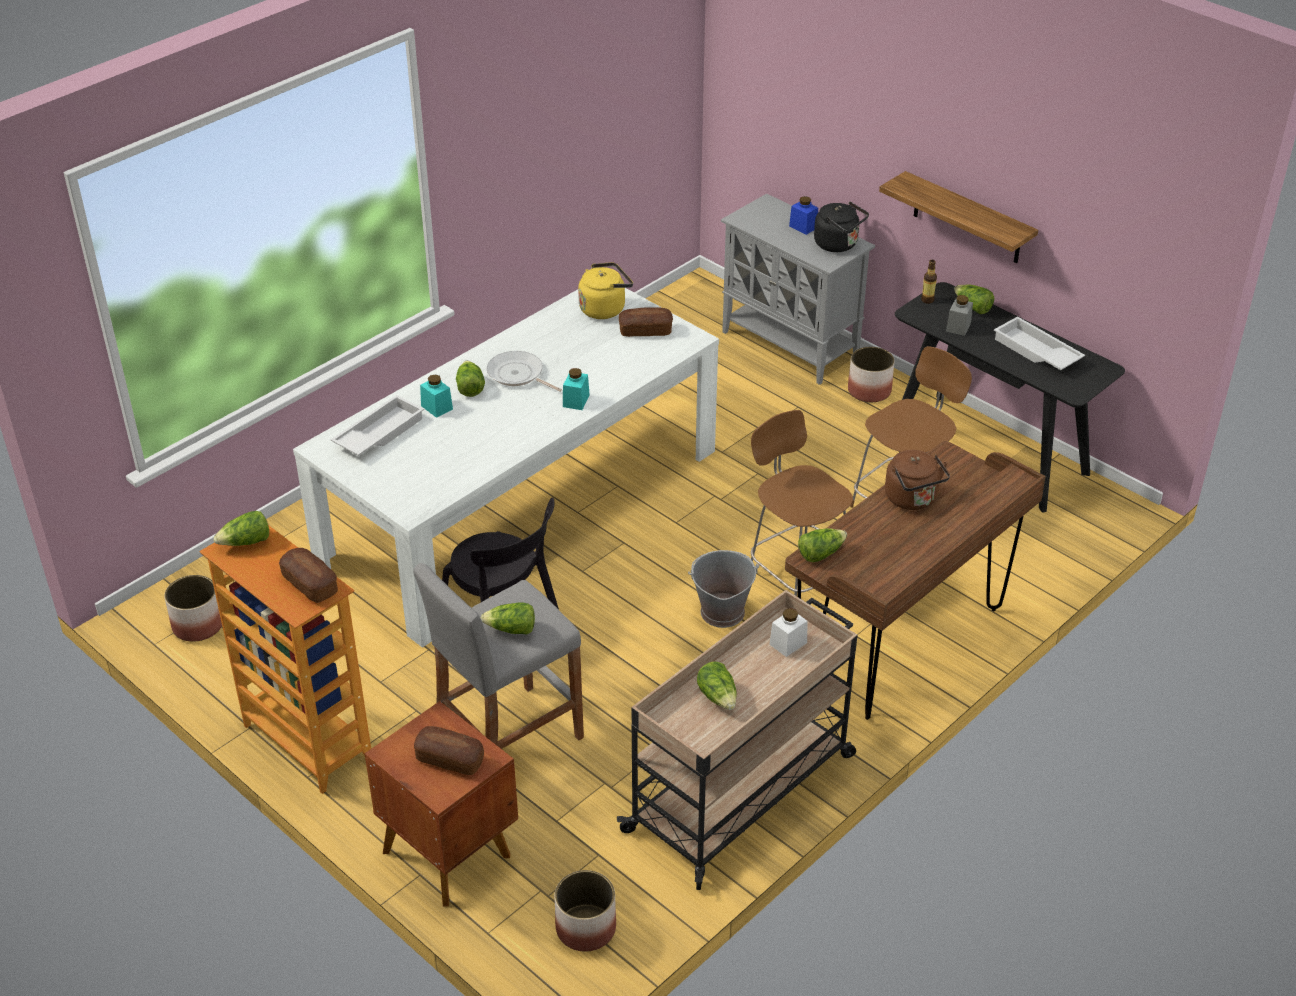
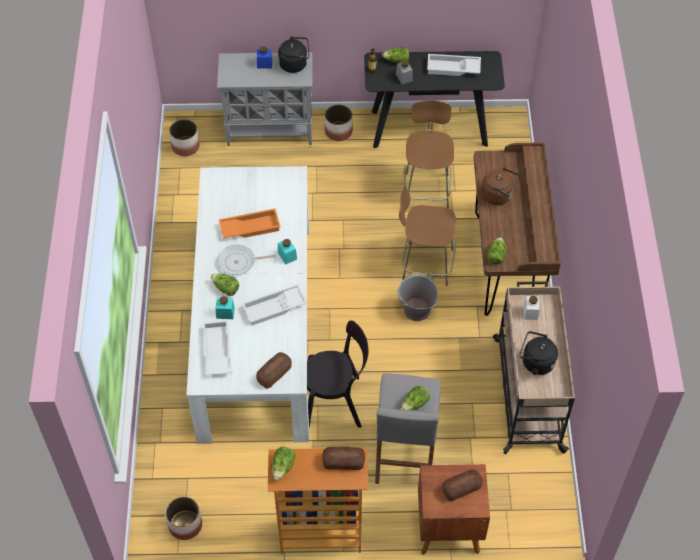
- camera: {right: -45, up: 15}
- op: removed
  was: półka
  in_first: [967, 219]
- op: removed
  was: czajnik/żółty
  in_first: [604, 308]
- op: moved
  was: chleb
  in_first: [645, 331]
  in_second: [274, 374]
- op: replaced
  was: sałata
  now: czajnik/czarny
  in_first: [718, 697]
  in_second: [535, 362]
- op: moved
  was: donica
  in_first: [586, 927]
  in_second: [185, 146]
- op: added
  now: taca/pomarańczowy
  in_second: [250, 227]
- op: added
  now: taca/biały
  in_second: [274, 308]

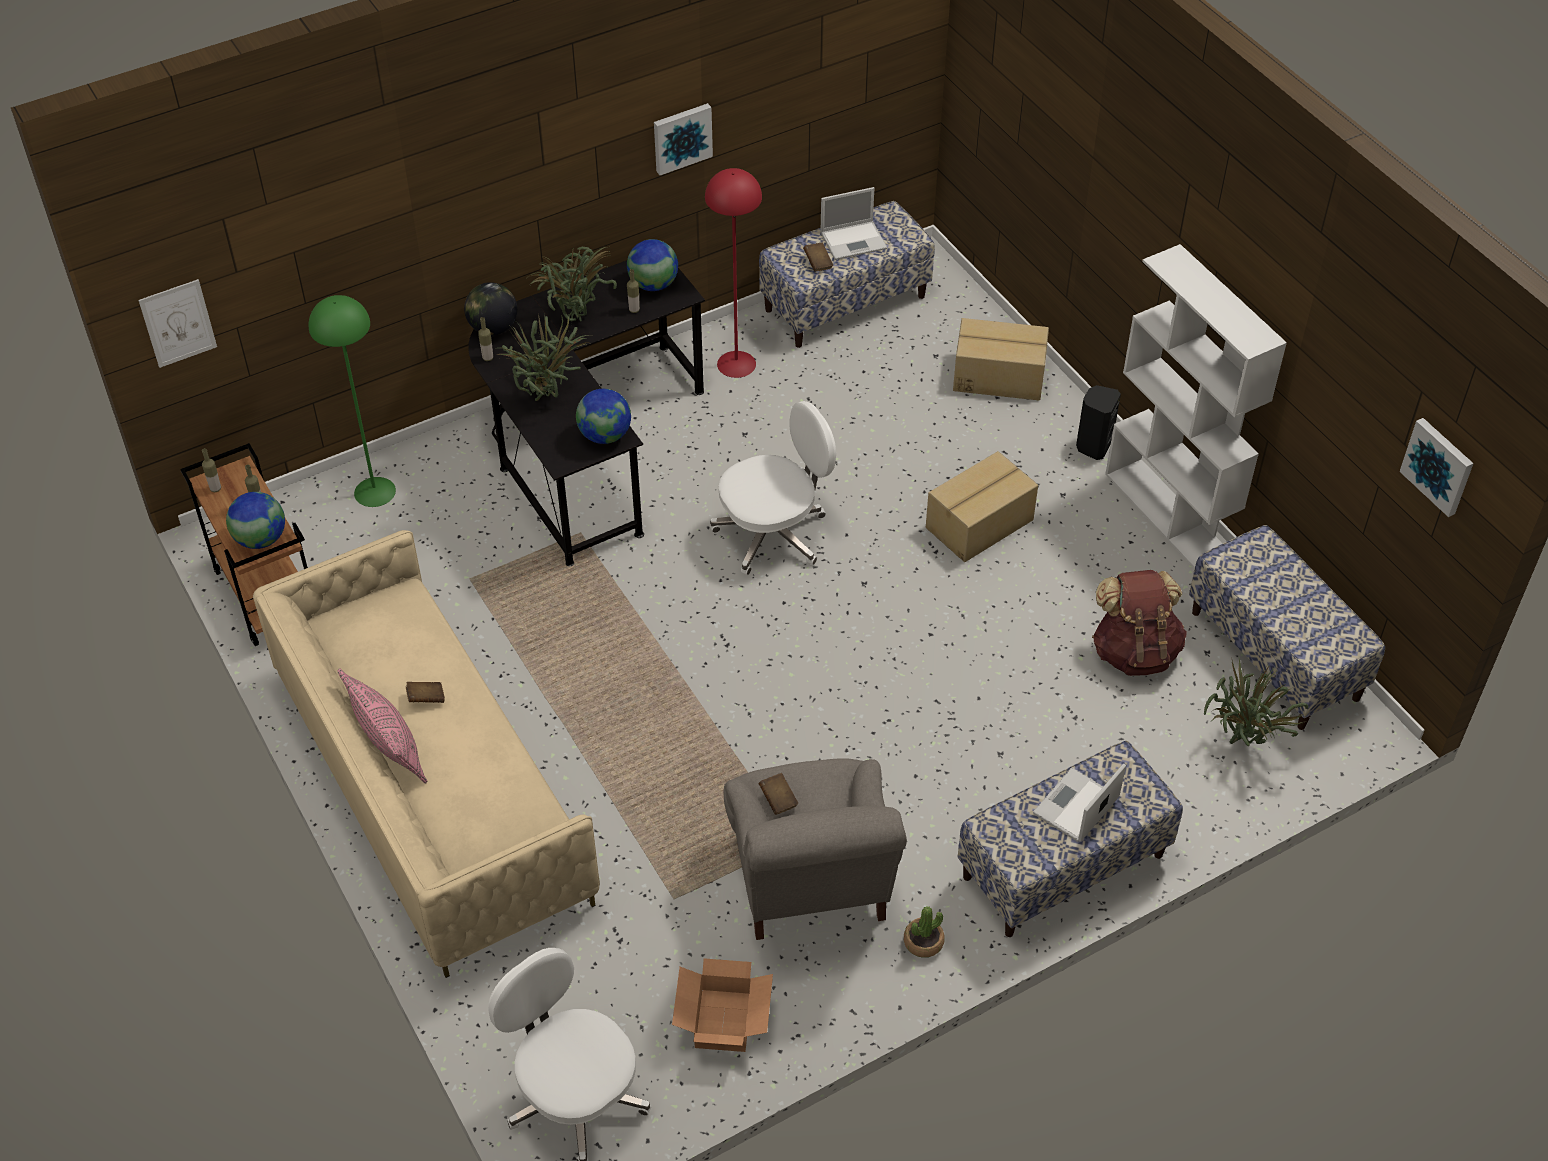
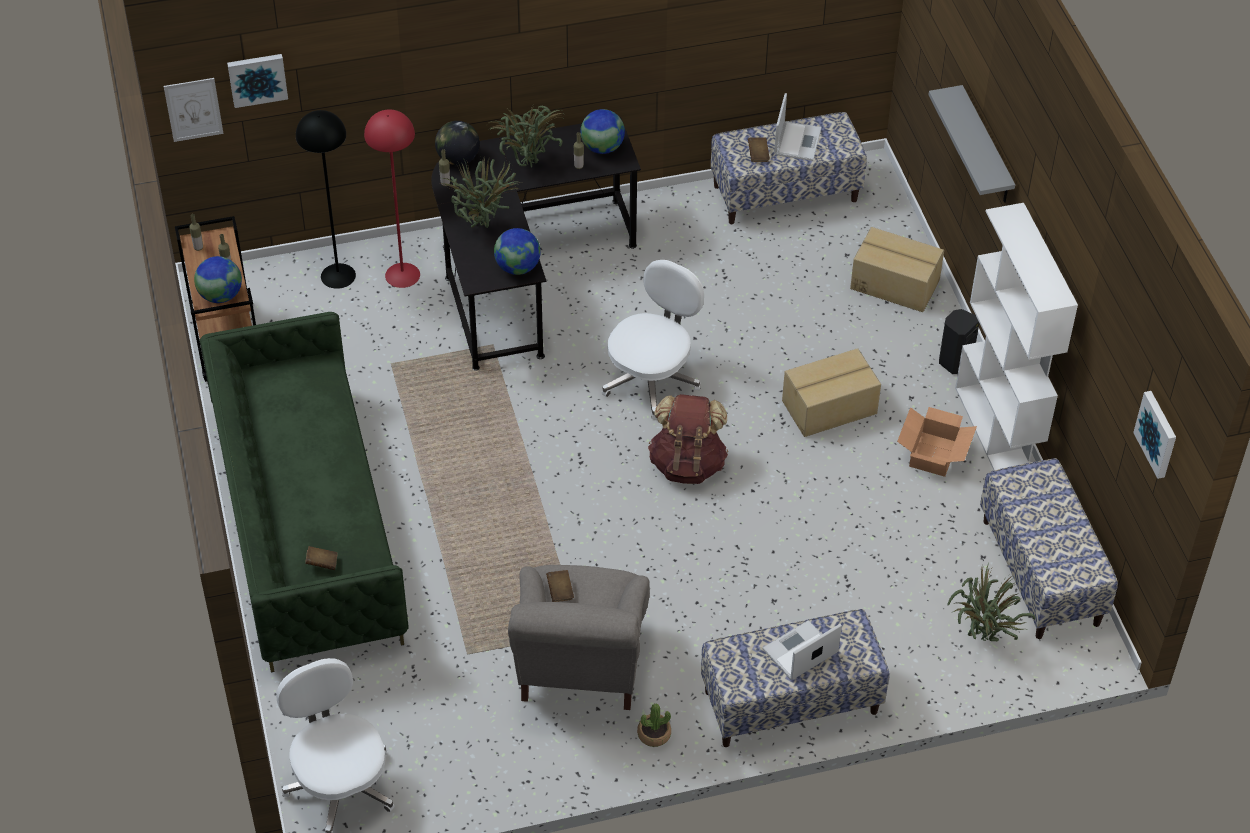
- camera: {right: 15, up: 0}
- op: moved
  was: obraz
  in_first: [681, 137]
  in_second: [257, 78]
- op: moved
  was: lampa stojąca/czerwony
  in_first: [736, 364]
  in_second: [402, 275]
- op: turned
  was: laptop
  in_first: [854, 240]
  in_second: [797, 140]
  clockwise: -75
- op: recoloured
  was: lampa stojąca/zielony
  now: lampa stojąca/czarny
  in_first: [375, 491]
  in_second: [338, 275]
- op: turned
  was: krzesło biurowe/biały
  in_first: [773, 533]
  in_second: [652, 379]
  clockwise: -45
- op: recoloured
  was: kanapa/beżowy
  now: kanapa/zielony
  in_first: [433, 788]
  in_second: [307, 525]
- op: moved
  was: plecak/brązowy
  in_first: [1134, 651]
  in_second: [687, 464]
- op: removed
  was: poduszka/różowy
  in_first: [388, 744]
- op: moved
  was: książka/brązowy
  in_first: [426, 698]
  in_second: [322, 563]
- op: moved
  was: karton
  in_first: [722, 1021]
  in_second: [932, 454]
- op: added
  now: półka/szary
  in_second: [986, 147]

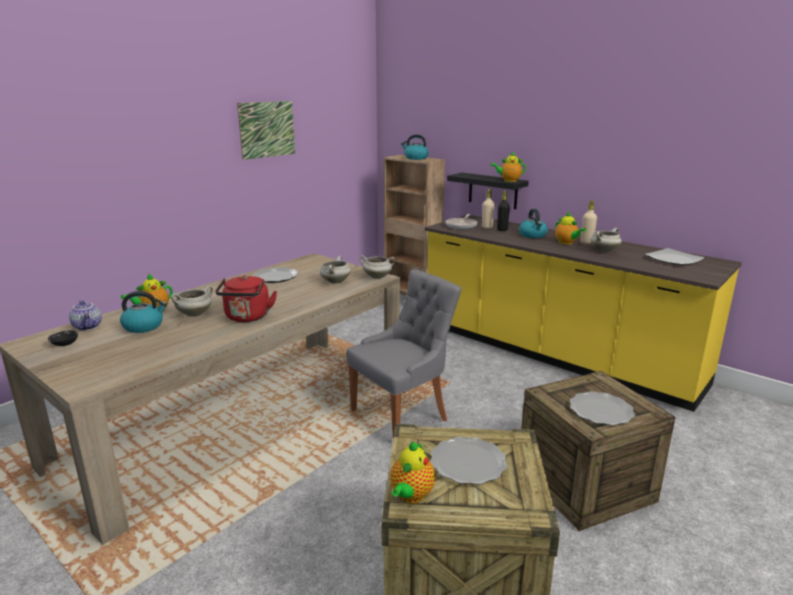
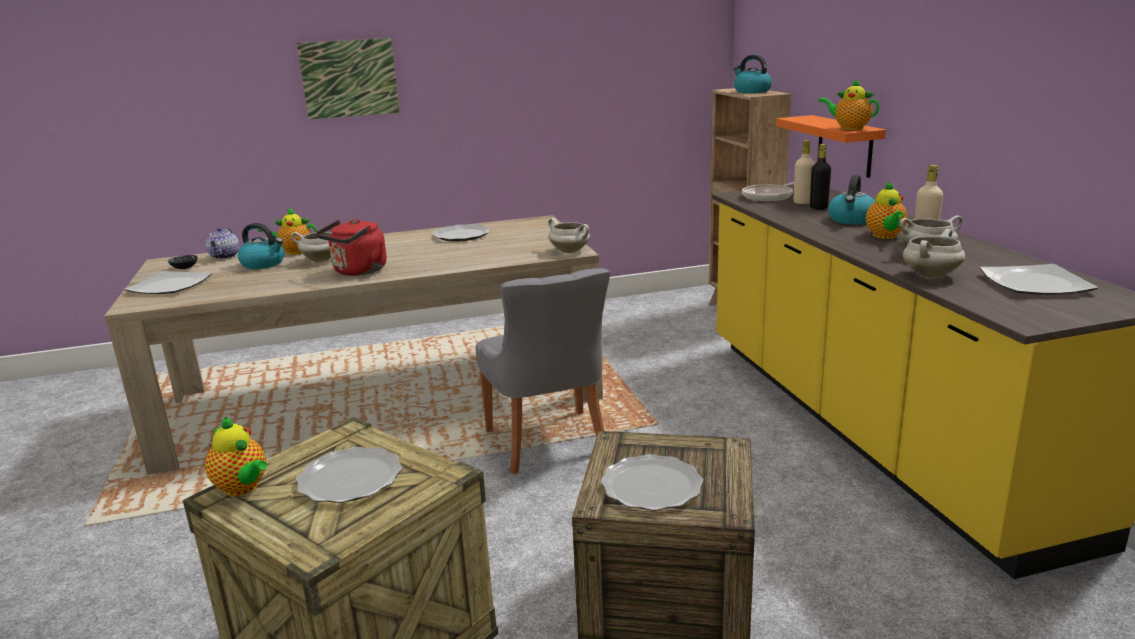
- camera: {right: 35, up: 0}
- op: moved
  was: obraz
  in_first: [267, 129]
  in_second: [349, 78]
- op: recoloured
  was: półka/czarny
  now: półka/pomarańczowy
  in_first: [493, 191]
  in_second: [845, 146]
- op: moved
  was: garnek/biały
  in_first: [335, 282]
  in_second: [930, 275]
- op: turned
  was: krzesło/szary
  in_first: [402, 414]
  in_second: [549, 444]
  clockwise: 75
- op: turned
  was: imbryk
  in_first: [411, 496]
  in_second: [243, 488]
  clockwise: -105
- op: added
  now: talerz
  in_second: [170, 286]

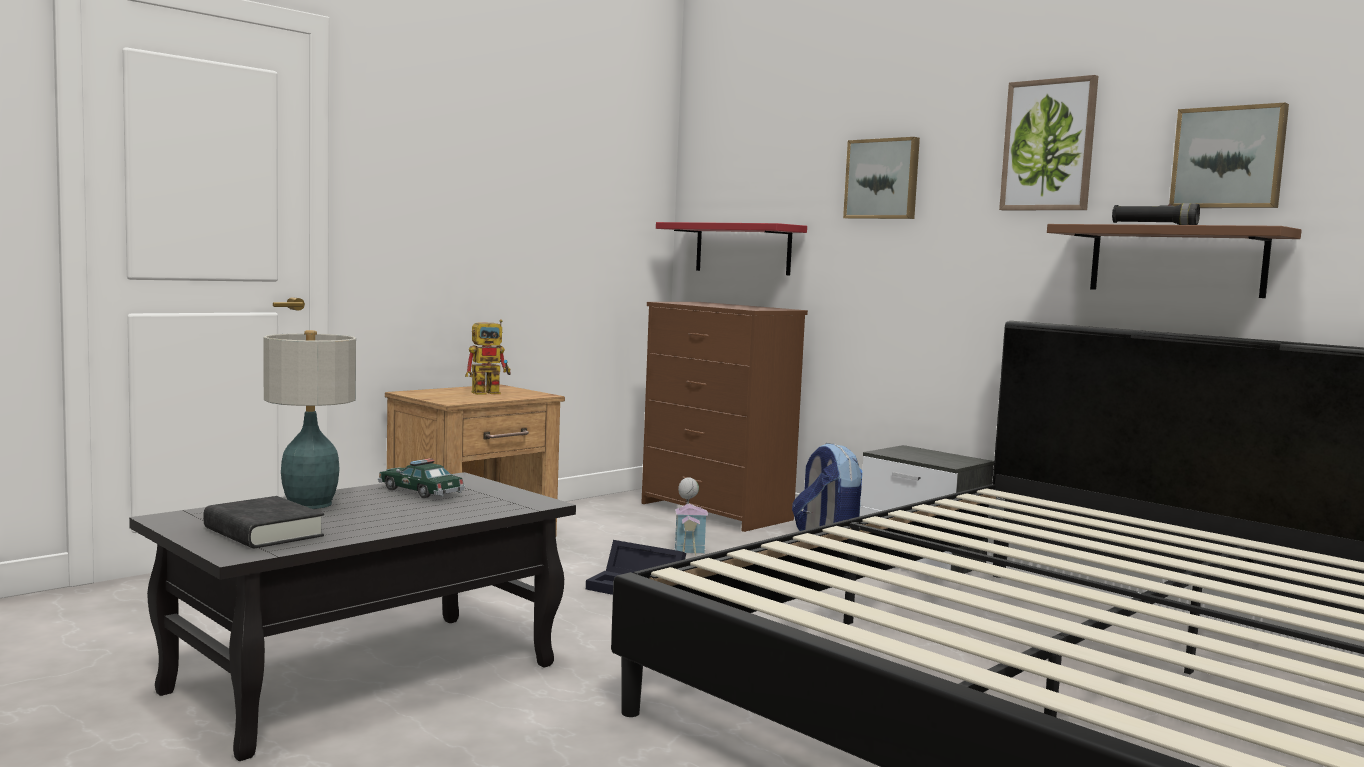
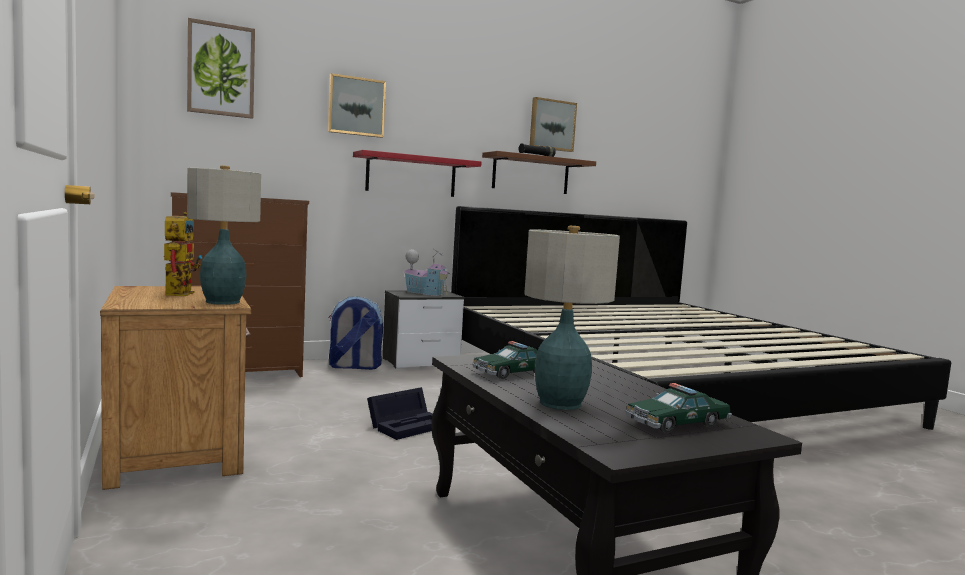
- camera: {right: -70, up: 0}
- op: moved
  was: obraz
  in_first: [1049, 145]
  in_second: [221, 70]
- op: moved
  was: półka/czerwony
  in_first: [742, 249]
  in_second: [411, 175]
- op: moved
  was: domek
  in_first: [688, 546]
  in_second: [425, 293]
- op: replaced
  was: książka/czarny
  now: samochodzik
  in_first: [263, 532]
  in_second: [677, 423]
- op: added
  now: lampa stołowa
  in_second: [222, 302]

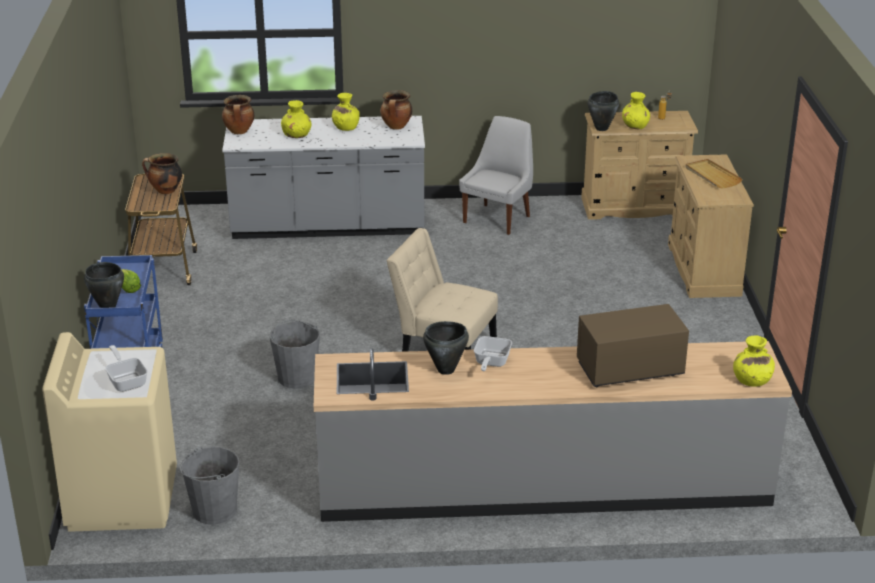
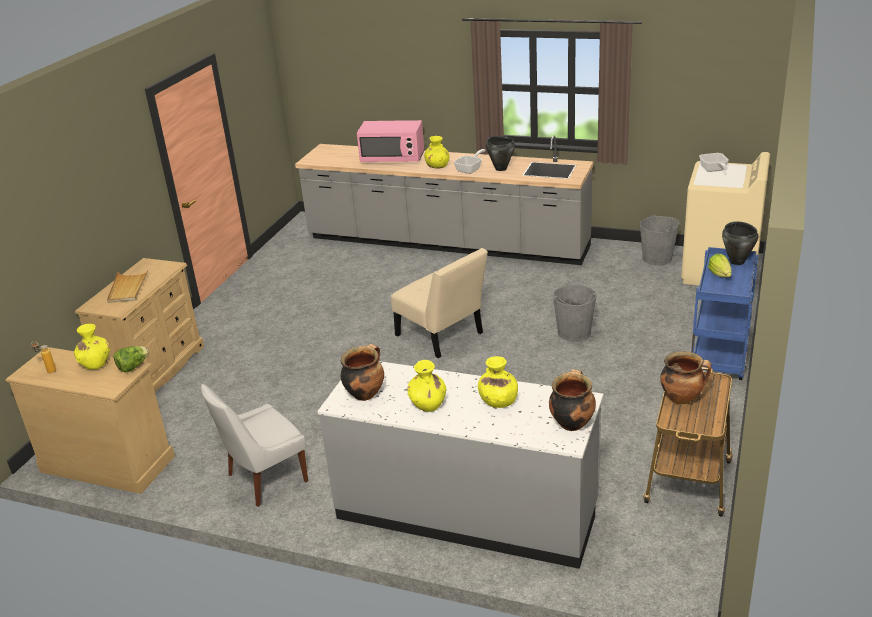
- camera: {right: -155, up: 0}
- op: replaced
  was: garnek/czarny
  now: sałata
  in_first: [602, 128]
  in_second: [133, 367]
- op: recoloured
  was: mikrofalówka/brązowy
  now: mikrofalówka/różowy
  in_first: [629, 370]
  in_second: [393, 158]
- op: moved
  was: wazon/żółty
  in_first: [751, 381]
  in_second: [437, 166]

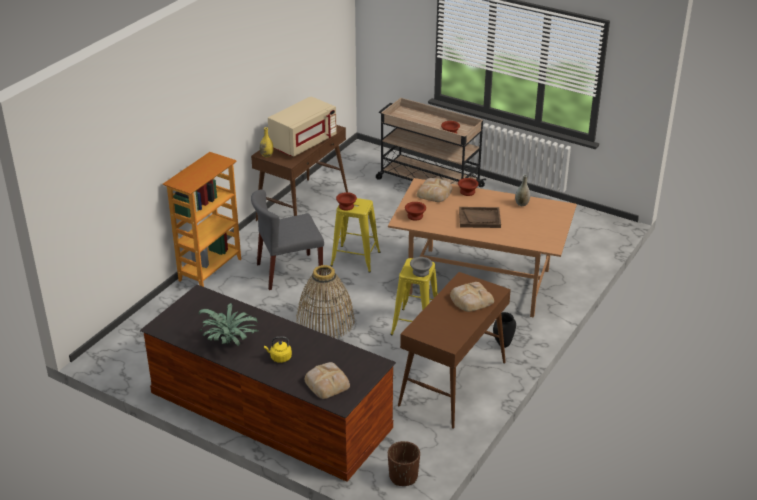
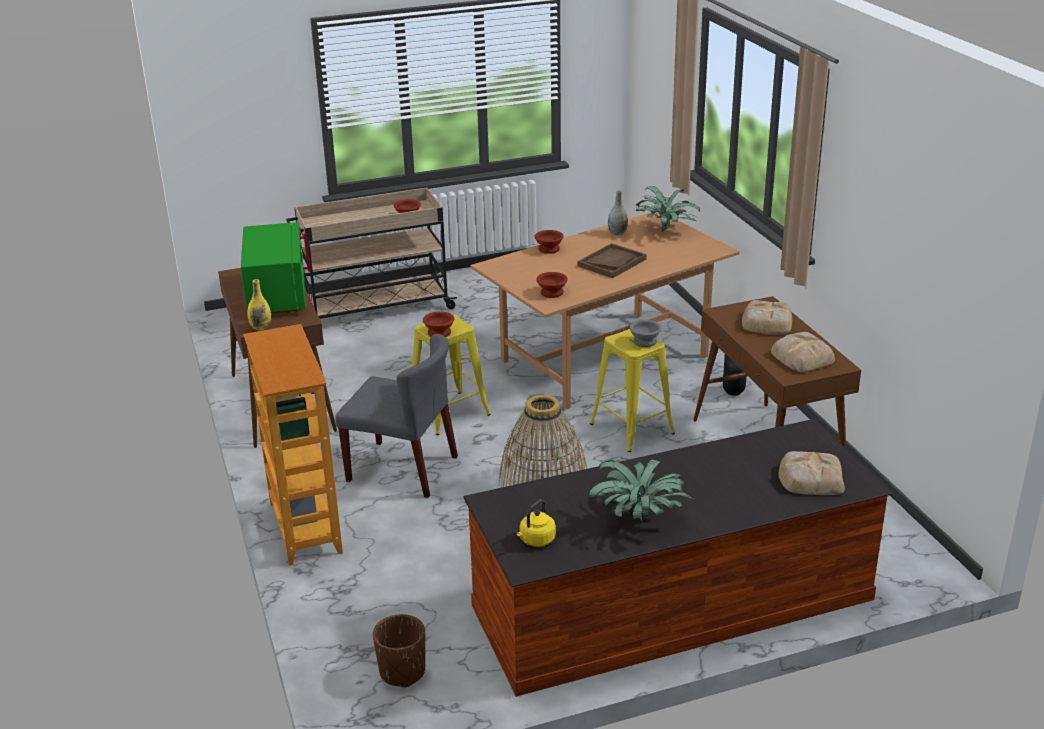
- camera: {right: -50, up: -5}
- op: recoloured
  was: mikrofalówka/beżowy
  now: mikrofalówka/zielony
  in_first: [303, 143]
  in_second: [276, 295]
- op: moved
  was: chleb
  in_first: [435, 193]
  in_second: [802, 357]
- op: turned
  was: krzesło/szary
  in_first: [289, 271]
  in_second: [403, 469]
  clockwise: -90
- op: moved
  was: czajnik/żółty
  in_first: [279, 358]
  in_second: [536, 540]
- op: moved
  was: donica/brązowy
  in_first: [403, 476]
  in_second: [402, 672]
- op: added
  now: roślina doniczkowa
  in_second: [666, 230]

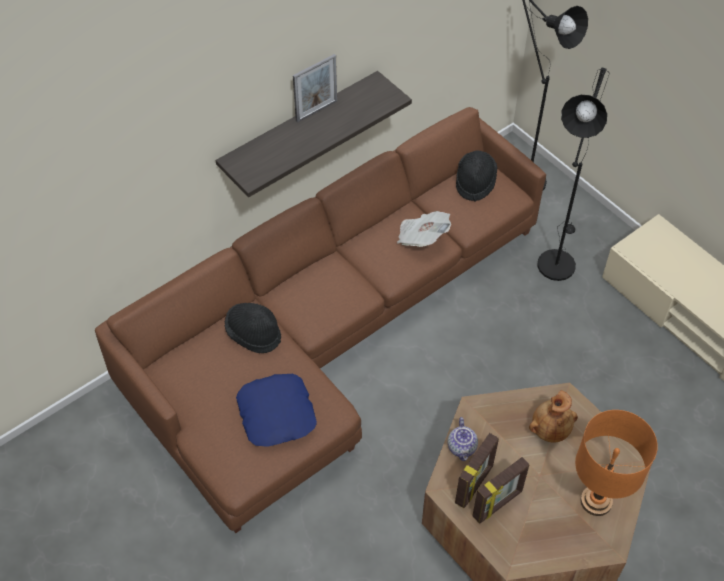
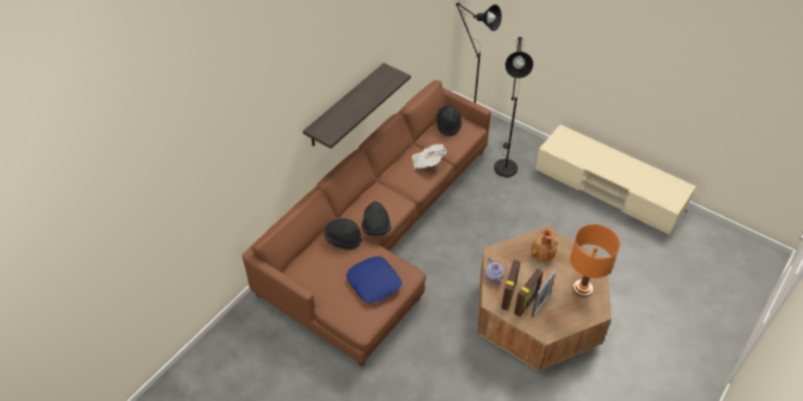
- camera: {right: -15, up: -5}
- op: moved
  was: ramka na zdjęcie
  in_first: [316, 111]
  in_second: [540, 305]
- op: added
  now: kapelusz/czarny
  in_second: [376, 228]

